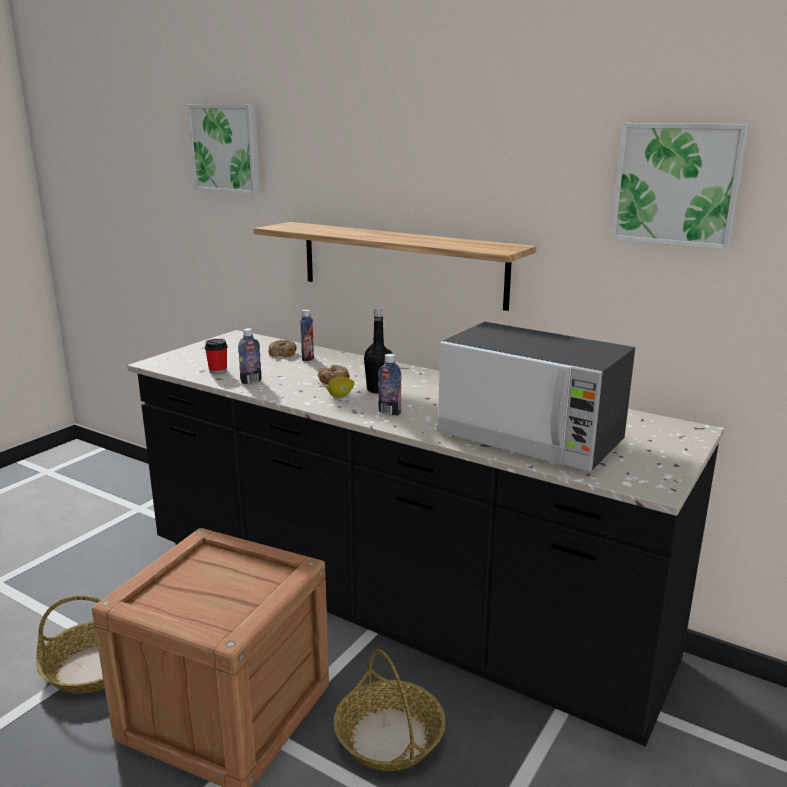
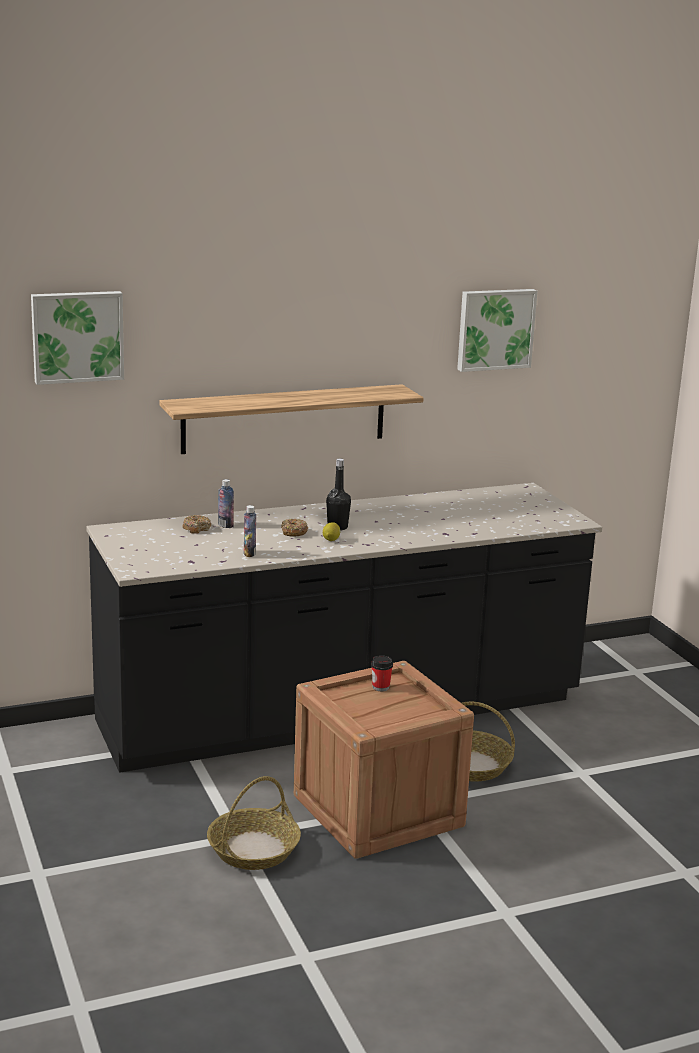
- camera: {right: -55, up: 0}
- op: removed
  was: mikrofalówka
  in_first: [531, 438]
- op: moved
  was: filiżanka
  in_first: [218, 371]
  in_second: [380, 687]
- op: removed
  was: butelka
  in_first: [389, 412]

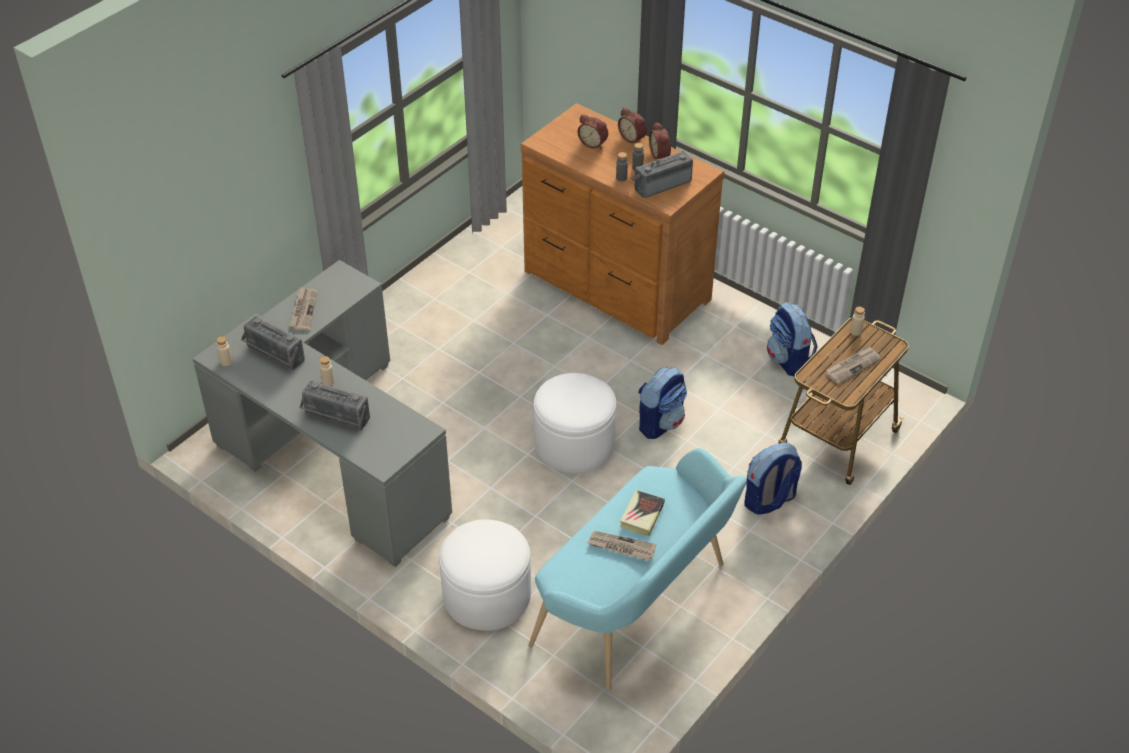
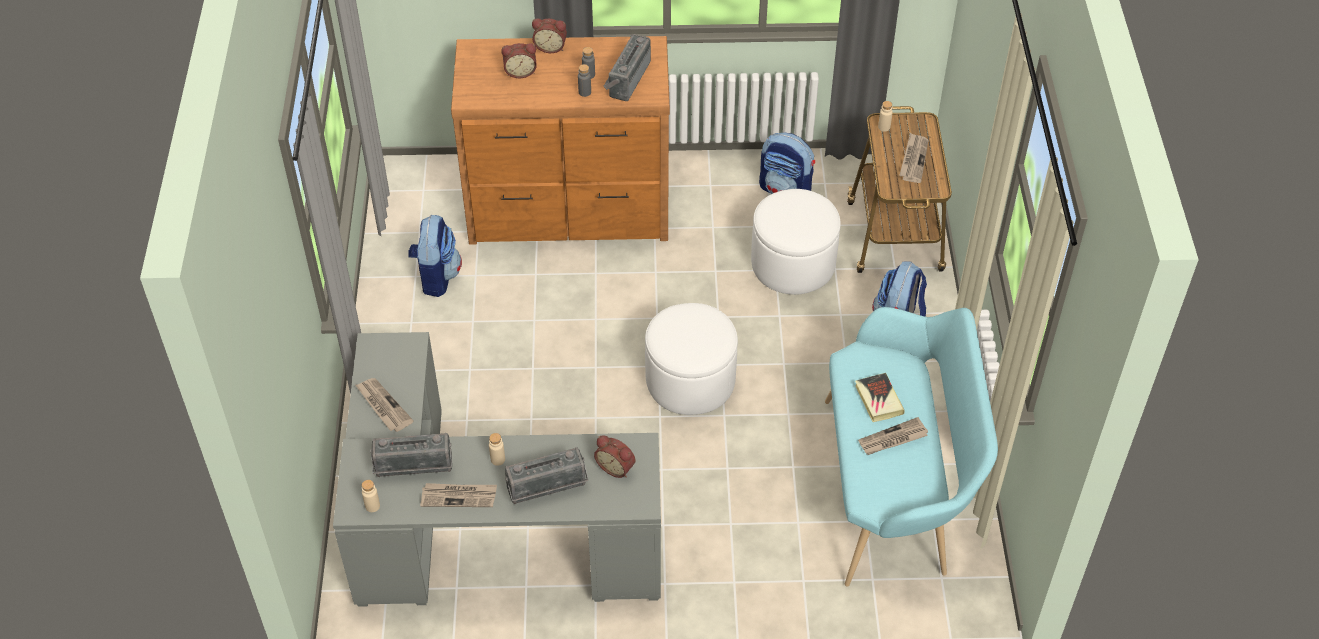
- camera: {right: -40, up: 5}
- op: moved
  was: budzik
  in_first: [661, 155]
  in_second: [616, 467]
- op: moved
  was: plecak
  in_first: [660, 423]
  in_second: [436, 276]
- op: moved
  was: pufa/biały
  in_first: [487, 595]
  in_second: [793, 263]
- op: added
  now: gazeta
  in_second: [459, 496]

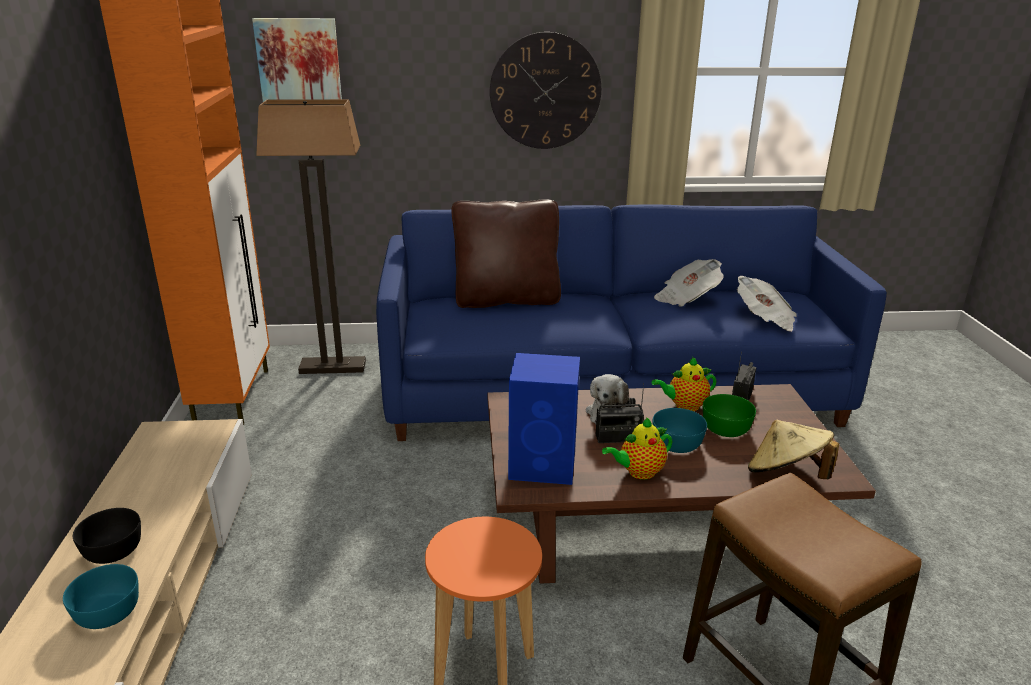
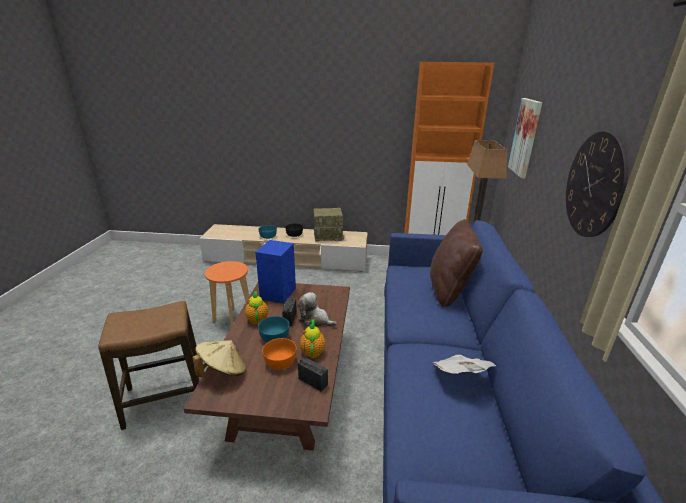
- camera: {right: 100, up: 0}
- op: removed
  was: gazeta
  in_first: [765, 319]
- op: recoloured
  was: miska/zielony
  now: miska/pomarańczowy
  in_first: [725, 428]
  in_second: [280, 361]
- op: added
  now: radio
  in_second: [328, 236]

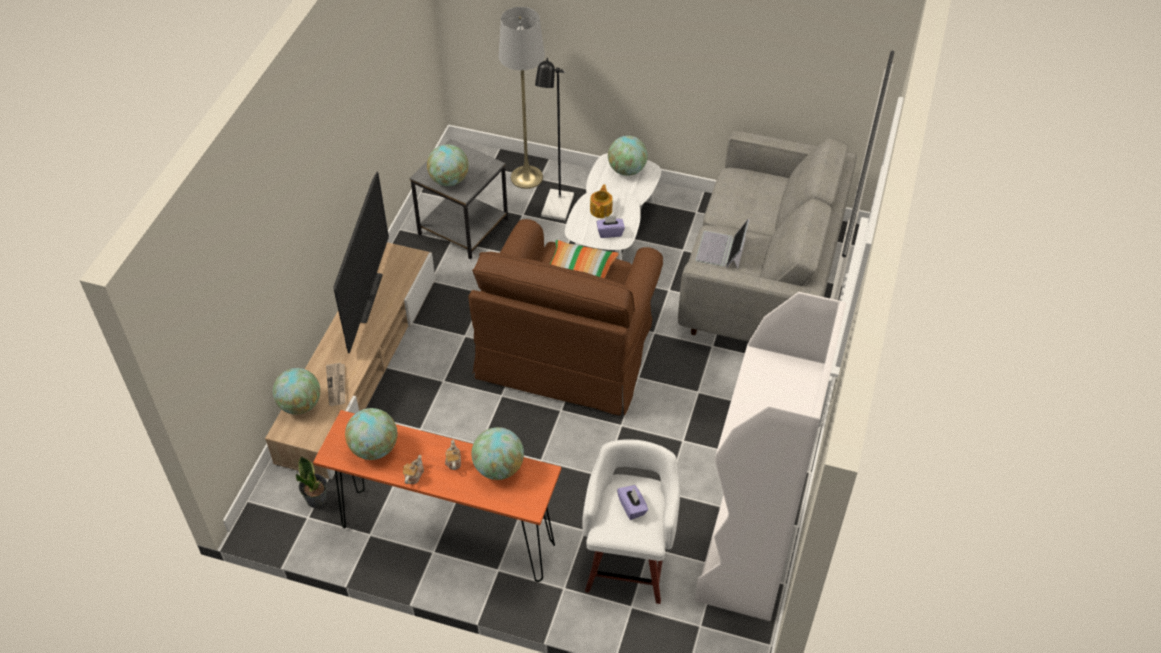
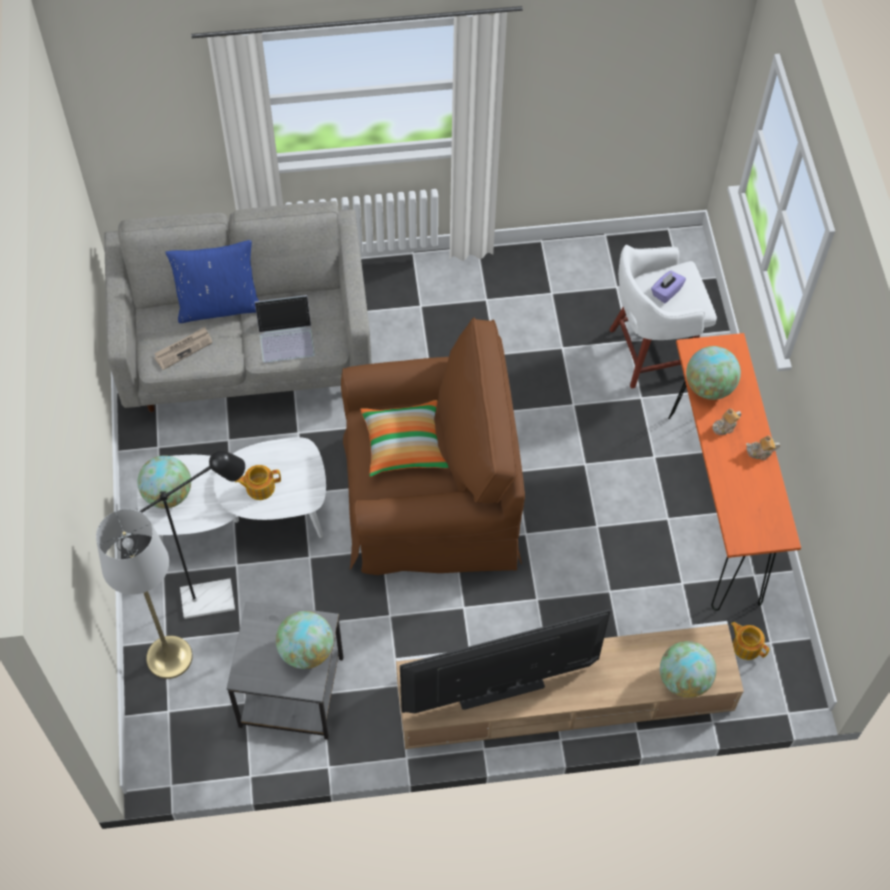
- camera: {right: -115, up: 10}
- op: removed
  was: pudełko chusteczek/fioletowy
  in_first: [610, 232]
- op: removed
  was: regał/biały
  in_first: [746, 558]
- op: moved
  was: gazeta
  in_first: [337, 385]
  in_second: [183, 349]
- op: removed
  was: globus
  in_first: [374, 448]
- op: replaced
  was: roślina doniczkowa
  now: imbryk
  in_first: [317, 499]
  in_second: [746, 645]
- op: added
  now: poduszka/niebieski
  in_second: [219, 306]

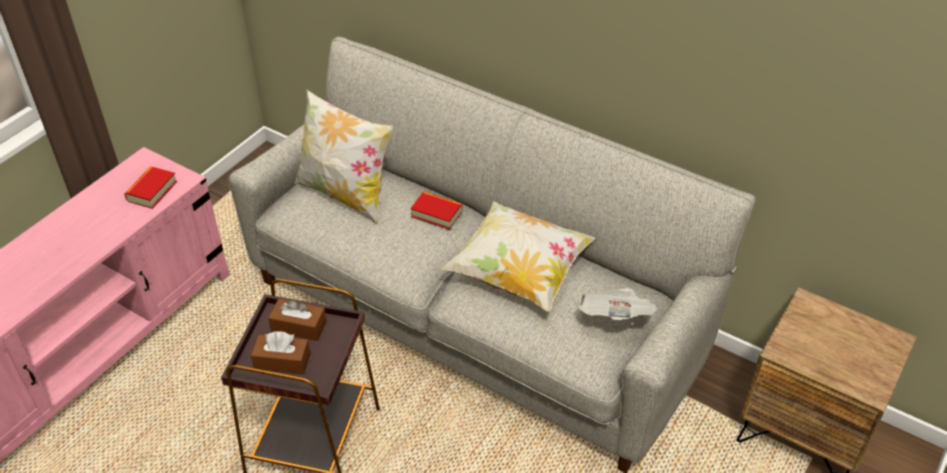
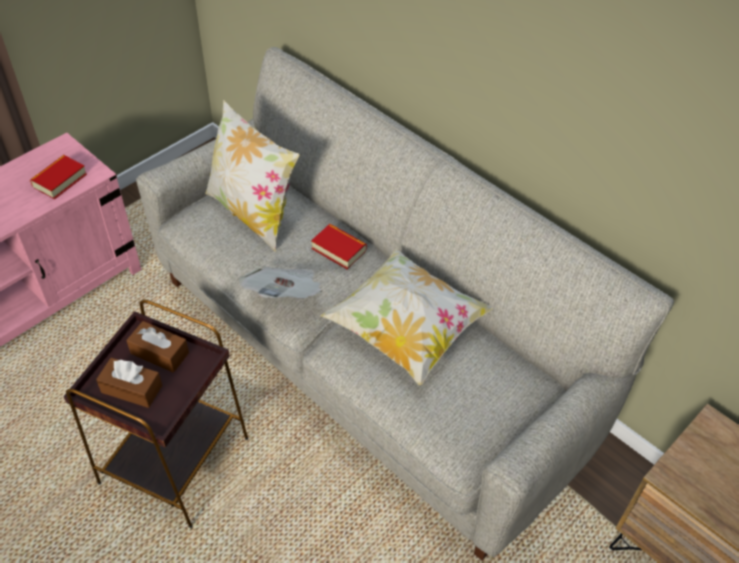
- camera: {right: 10, up: 5}
- op: moved
  was: gazeta
  in_first: [615, 318]
  in_second: [285, 296]

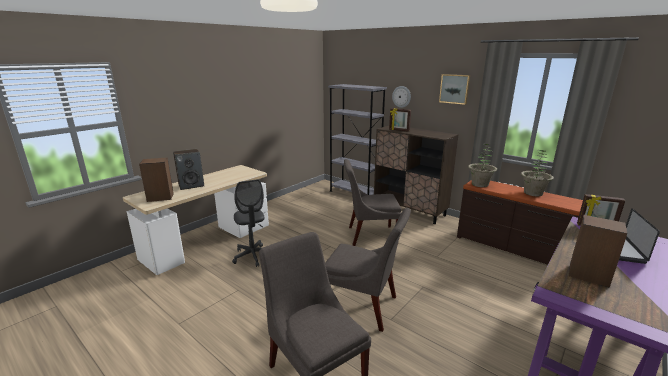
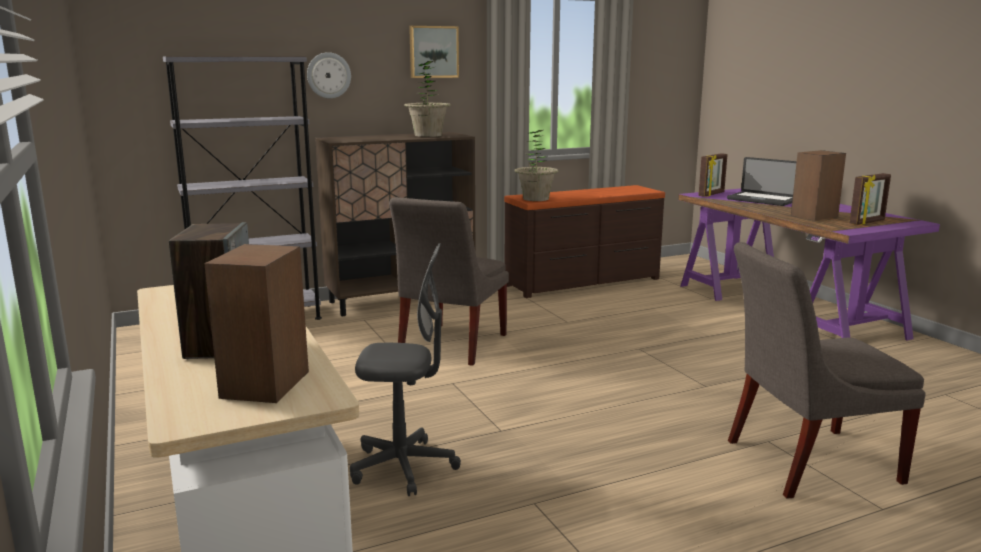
- camera: {right: -65, up: -5}
- op: moved
  was: ramka na zdjęcie
  in_first: [399, 130]
  in_second: [867, 222]
- op: moved
  was: roślina doniczkowa
  in_first: [533, 193]
  in_second: [428, 135]
- op: removed
  was: krzesło/szary
  in_first: [364, 306]

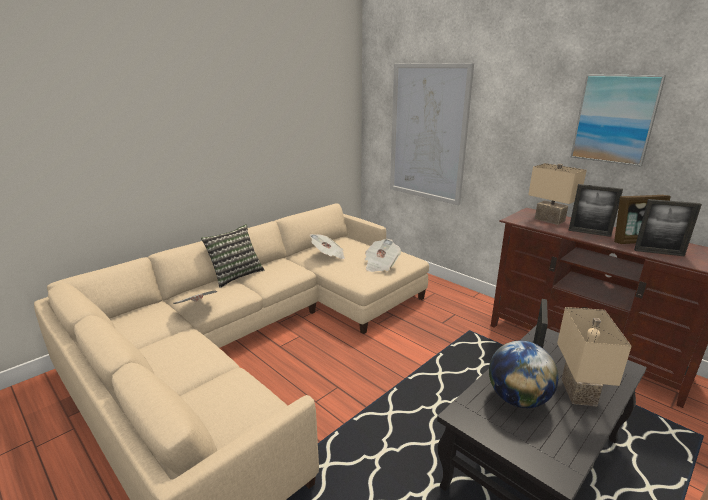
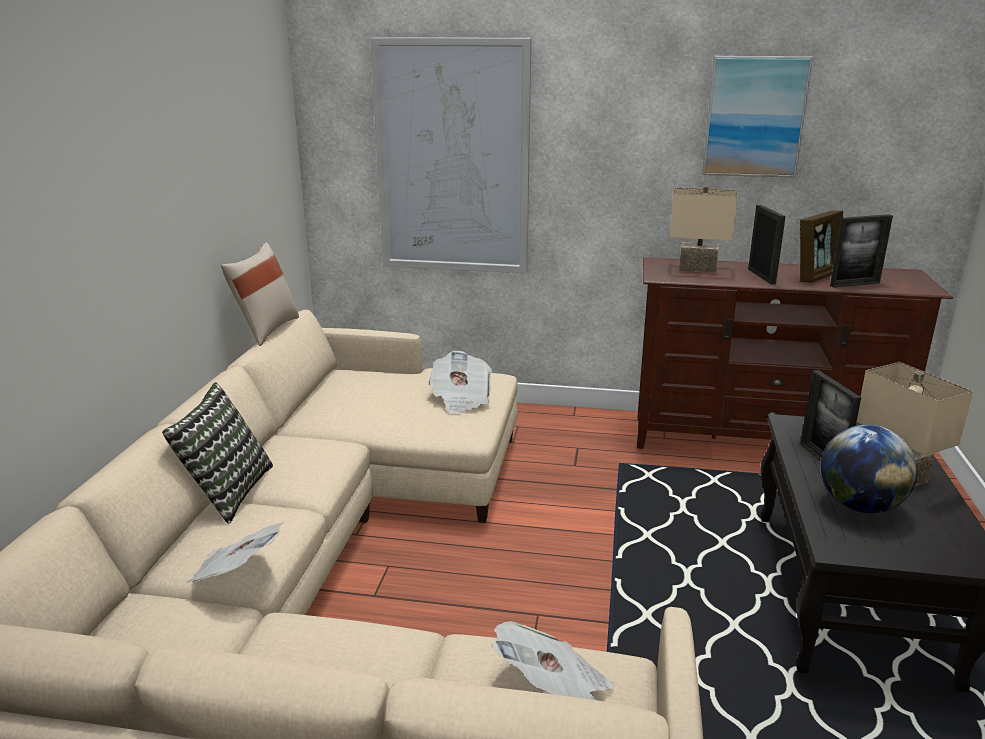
- camera: {right: -35, up: 0}
- op: turned
  was: ramka na zdjęcie
  in_first: [589, 233]
  in_second: [761, 276]
  clockwise: -90
- op: moved
  was: gazeta
  in_first: [328, 255]
  in_second: [552, 688]
- op: added
  now: poduszka/beżowy
  in_second: [266, 330]

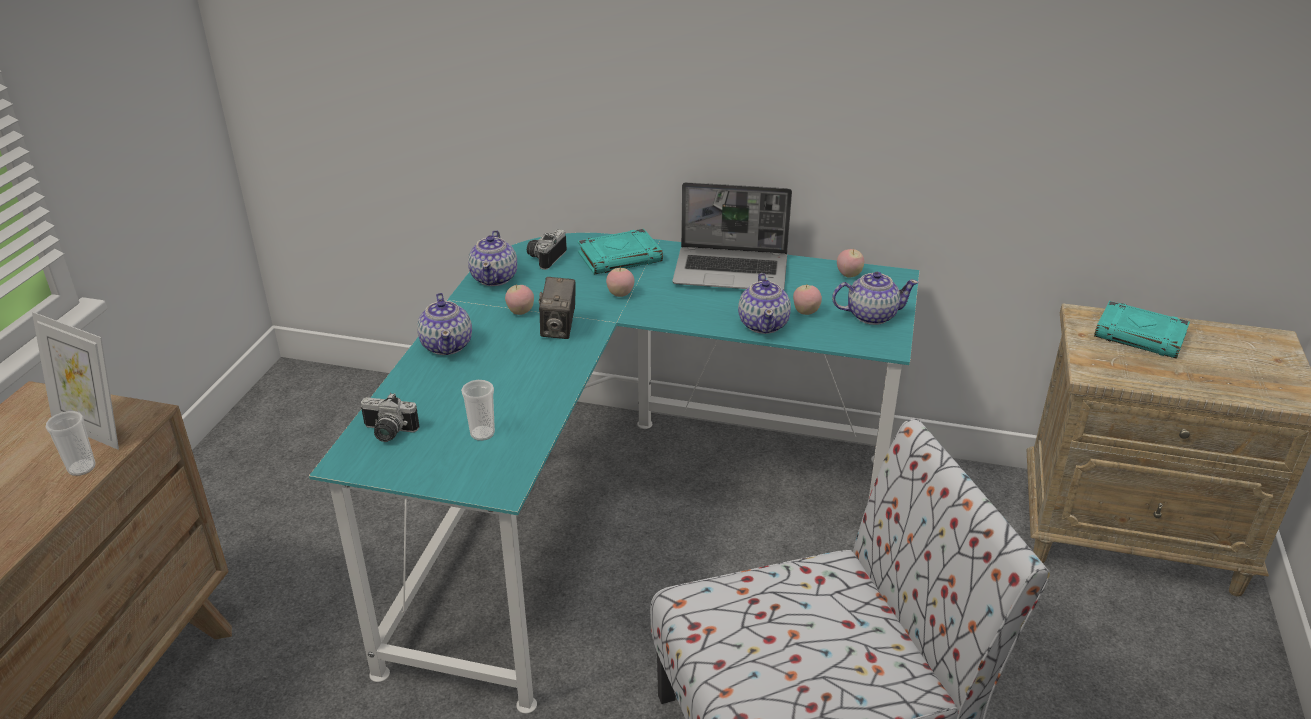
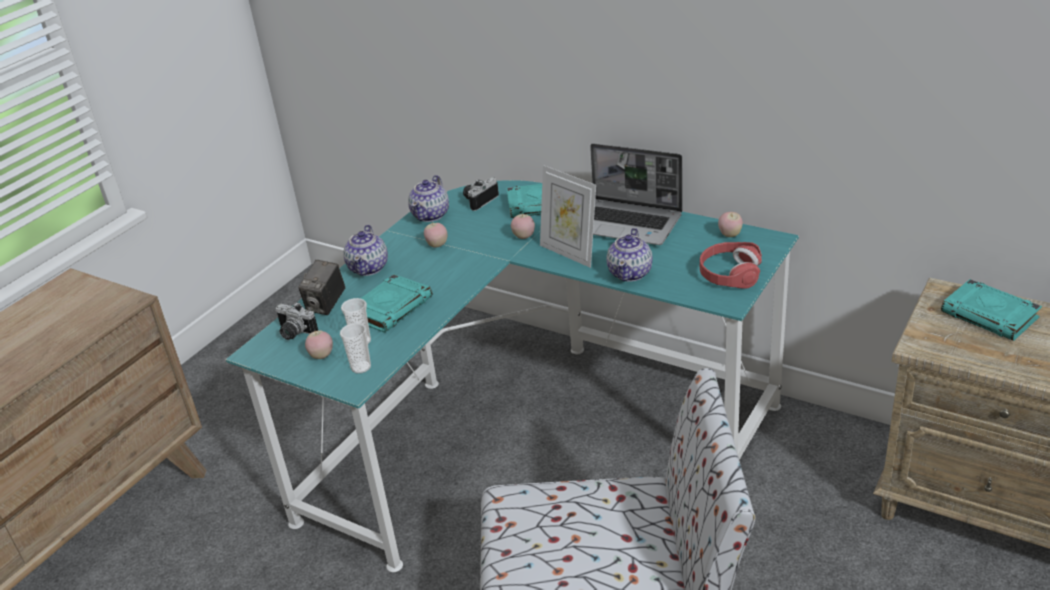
- camera: {right: 20, up: 0}
- op: replaced
  was: imbryk
  now: słuchawki/czerwony
  in_first: [871, 315]
  in_second: [729, 273]
- op: moved
  was: aparat fotograficzny
  in_first: [559, 329]
  in_second: [326, 305]
- op: moved
  was: jabłko
  in_first: [806, 312]
  in_second: [322, 356]
- op: moved
  was: ramka na zdjęcie
  in_first: [93, 429]
  in_second: [569, 253]
- op: moved
  was: filiżanka
  in_first: [82, 468]
  in_second: [361, 367]
- op: added
  now: książka/turkusowy
  in_second: [391, 308]

